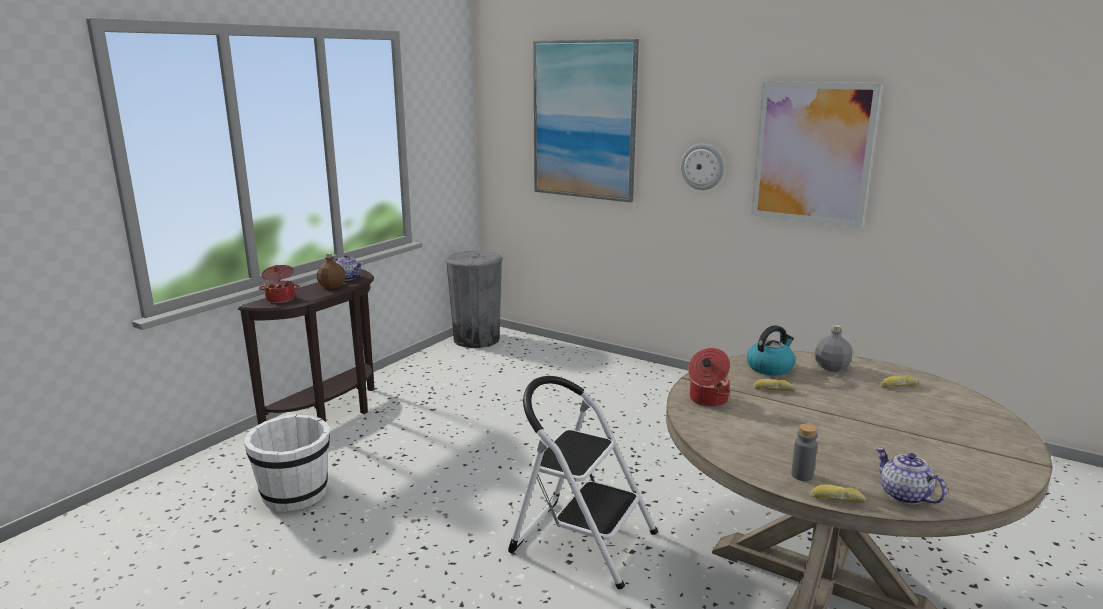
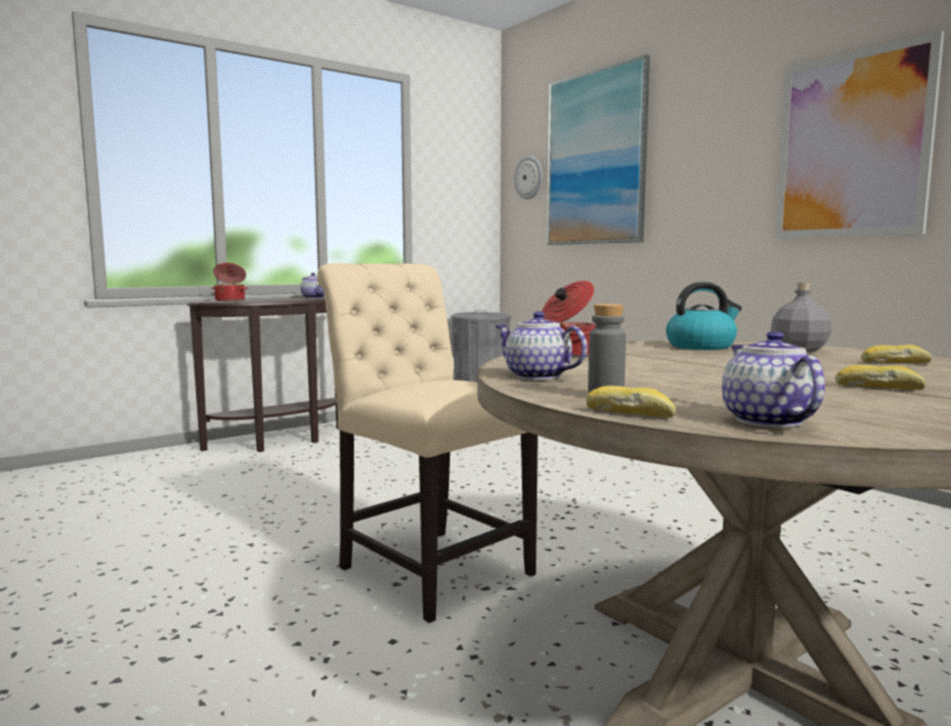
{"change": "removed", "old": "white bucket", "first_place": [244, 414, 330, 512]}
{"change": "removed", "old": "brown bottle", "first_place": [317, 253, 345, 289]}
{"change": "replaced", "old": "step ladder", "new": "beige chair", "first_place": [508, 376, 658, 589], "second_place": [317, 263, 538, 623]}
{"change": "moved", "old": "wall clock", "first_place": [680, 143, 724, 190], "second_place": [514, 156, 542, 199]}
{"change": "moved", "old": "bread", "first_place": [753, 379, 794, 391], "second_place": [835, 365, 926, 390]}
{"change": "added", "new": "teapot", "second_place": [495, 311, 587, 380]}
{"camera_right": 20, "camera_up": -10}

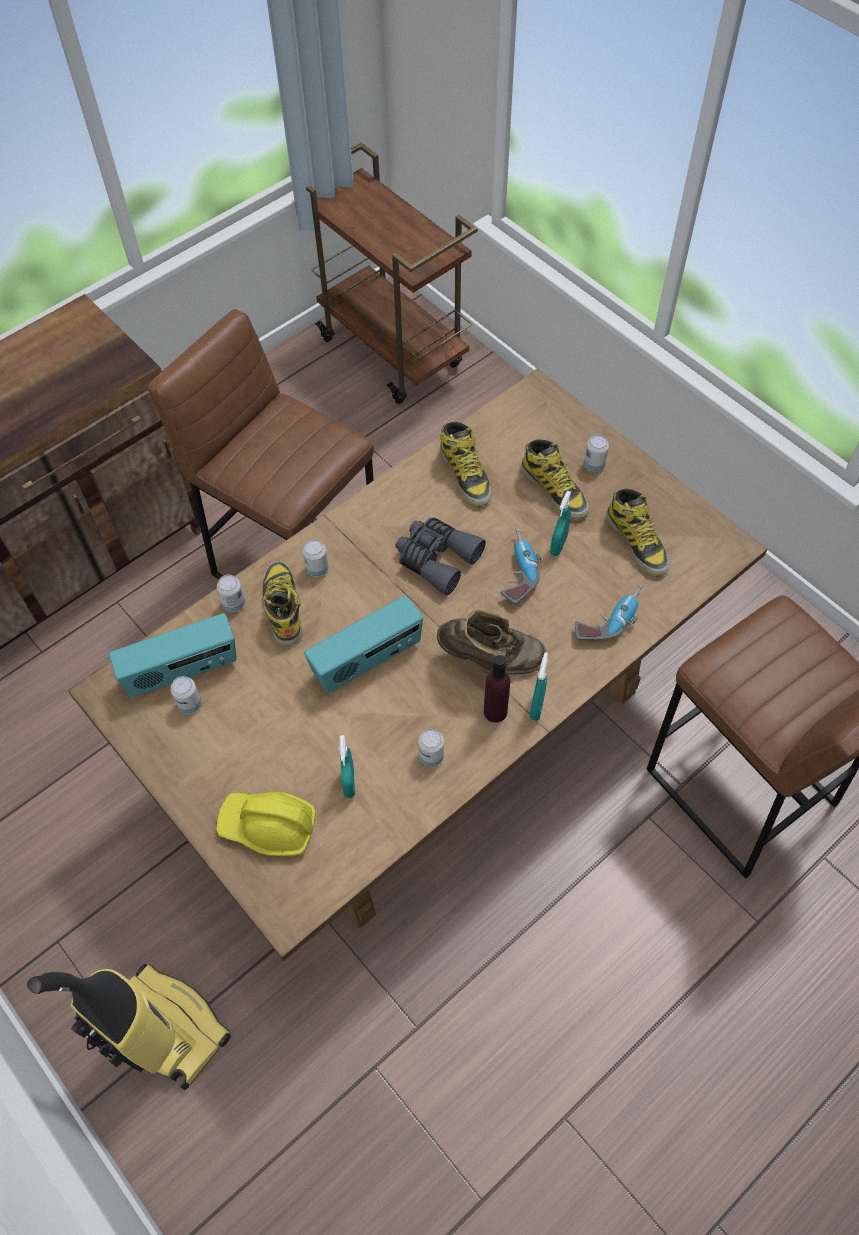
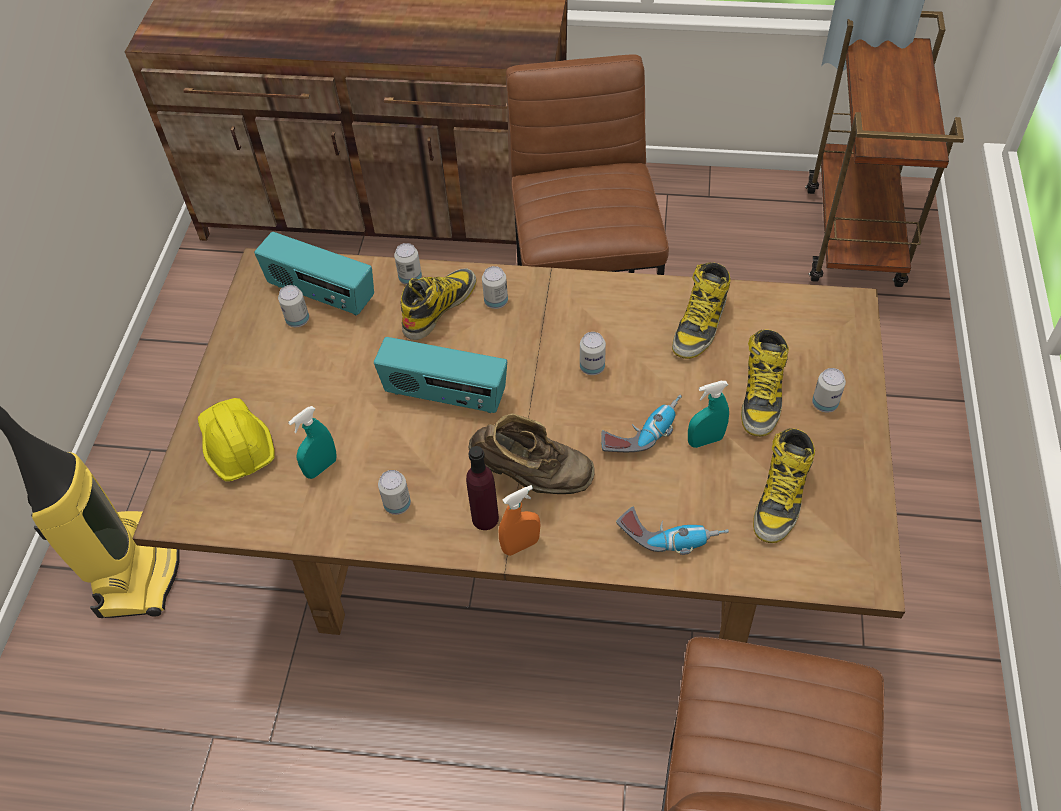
{"change": "replaced", "old": "grey binoculars", "new": "can", "first_place": [395, 518, 486, 596], "second_place": [580, 332, 606, 375]}
{"change": "turned", "old": "brown boot", "first_place": [437, 609, 546, 674], "second_place": [468, 413, 595, 494], "degrees": -45}
{"change": "recoloured", "old": "turquoise spray bottle", "new": "orange spray bottle", "first_place": [530, 652, 548, 721], "second_place": [499, 485, 541, 556]}
{"camera_right": 50, "camera_up": -5}

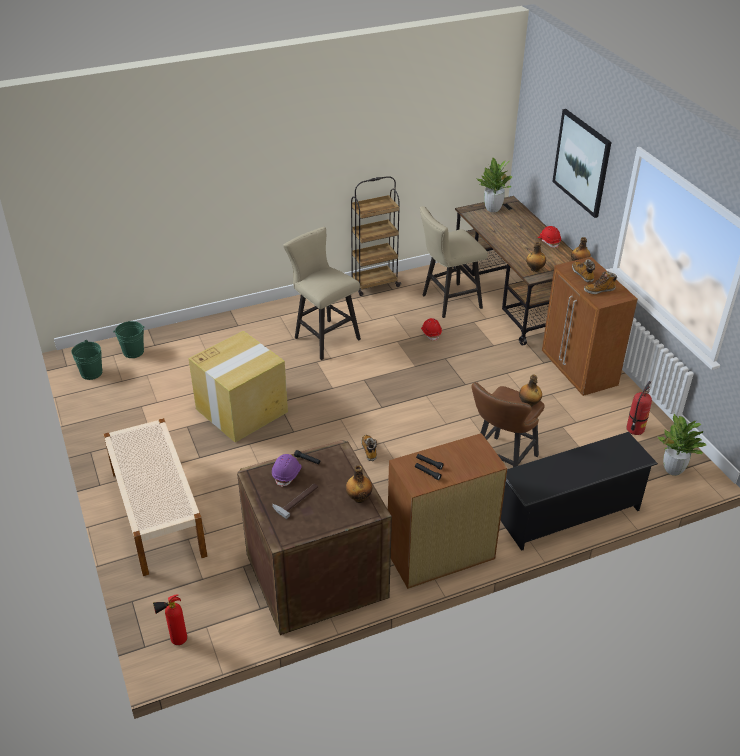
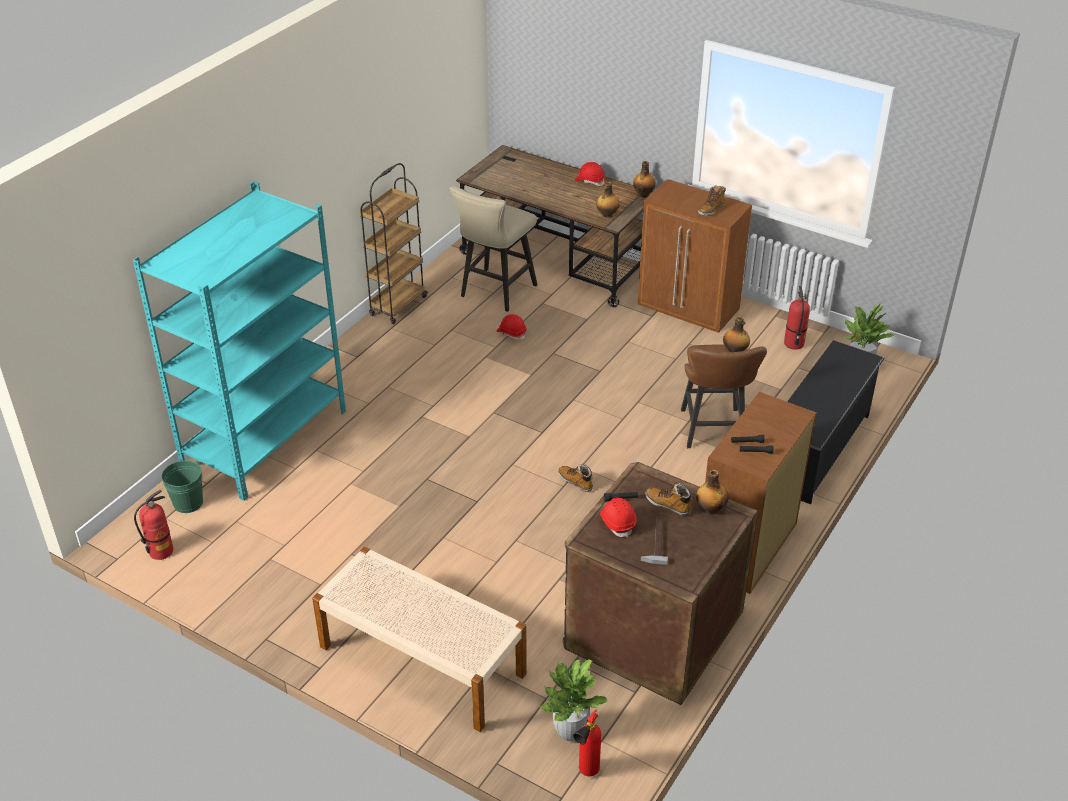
{"change": "replaced", "old": "green bucket", "new": "fire extinguisher", "first_place": [72, 340, 102, 380], "second_place": [134, 490, 173, 560]}
{"change": "removed", "old": "cardboard box", "first_place": [188, 331, 288, 442]}
{"change": "recoloured", "old": "purple hard hat", "new": "red hard hat", "first_place": [272, 454, 302, 487], "second_place": [600, 498, 636, 537]}
{"change": "removed", "old": "beige stool", "first_place": [283, 227, 361, 360]}
{"change": "moved", "old": "potted plant", "first_place": [477, 158, 512, 212], "second_place": [540, 660, 608, 741]}
{"change": "removed", "old": "picture", "first_place": [552, 109, 611, 218]}
{"change": "moved", "old": "boot", "first_place": [572, 259, 595, 283], "second_place": [645, 483, 693, 516]}
{"change": "added", "new": "turquoise bookcase", "second_place": [133, 181, 346, 501]}
{"camera_right": -35, "camera_up": 0}

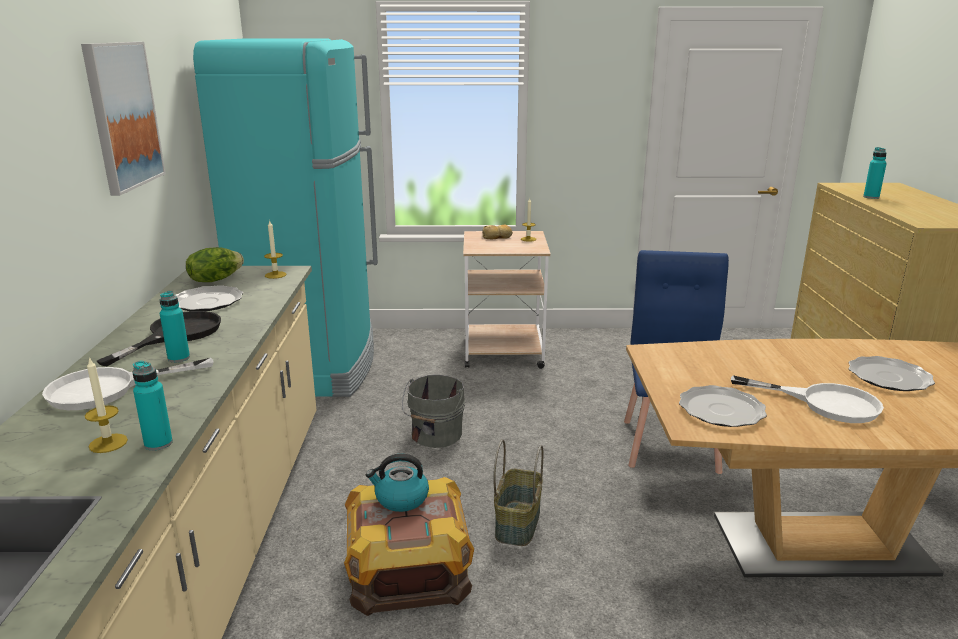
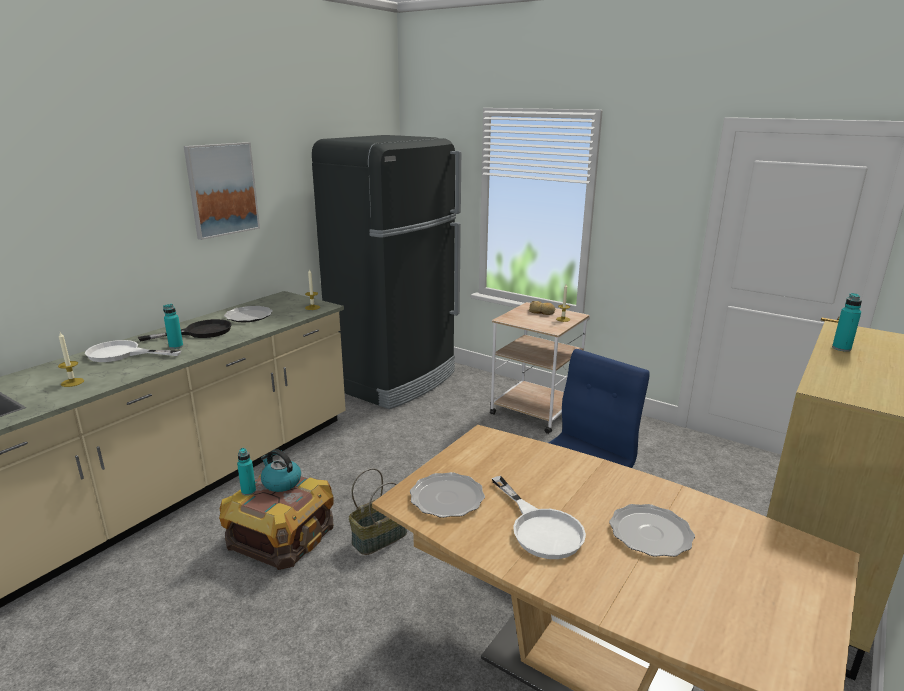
{"change": "moved", "old": "turquoise bottle", "first_place": [133, 361, 173, 451], "second_place": [237, 448, 256, 496]}
{"change": "removed", "old": "lettuce", "first_place": [186, 247, 244, 282]}
{"change": "recoloured", "old": "turquoise fridge", "new": "black fridge", "first_place": [193, 39, 378, 397], "second_place": [312, 135, 461, 409]}
{"change": "removed", "old": "grey bucket", "first_place": [402, 375, 465, 448]}
{"camera_right": 35, "camera_up": 0}

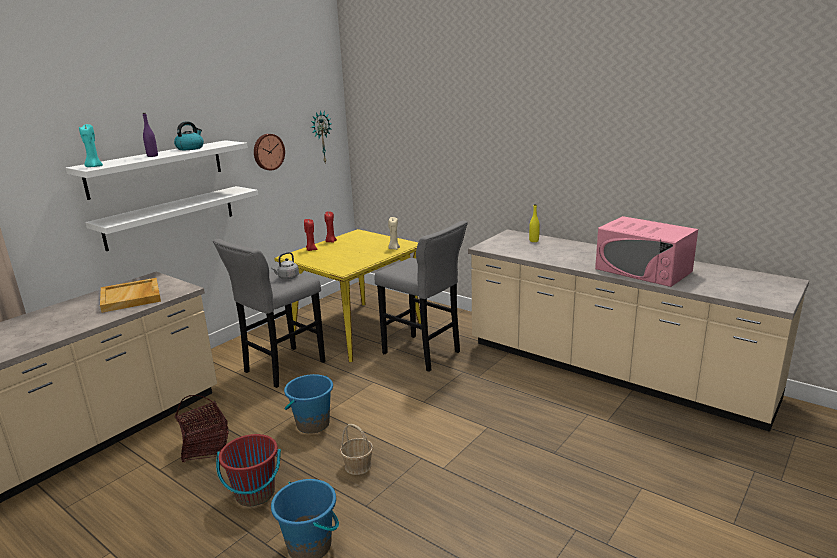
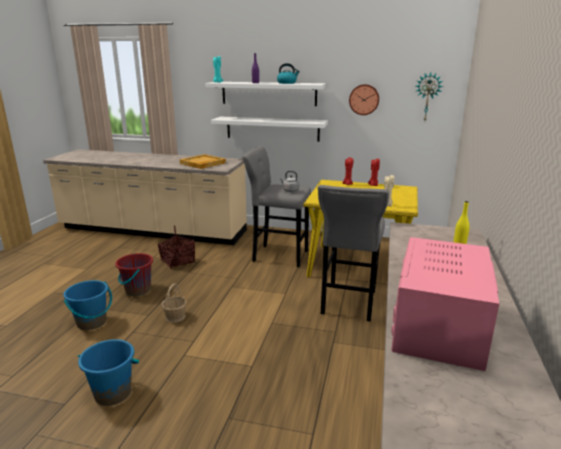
{"change": "moved", "old": "blue bucket", "first_place": [284, 374, 333, 434], "second_place": [78, 339, 139, 406]}
{"camera_right": 65, "camera_up": 0}

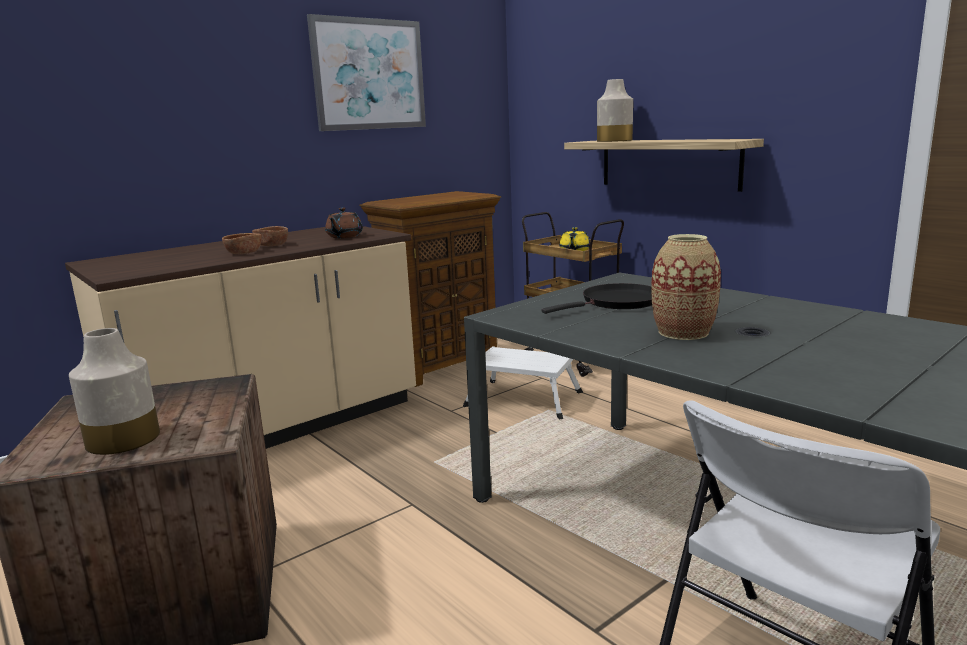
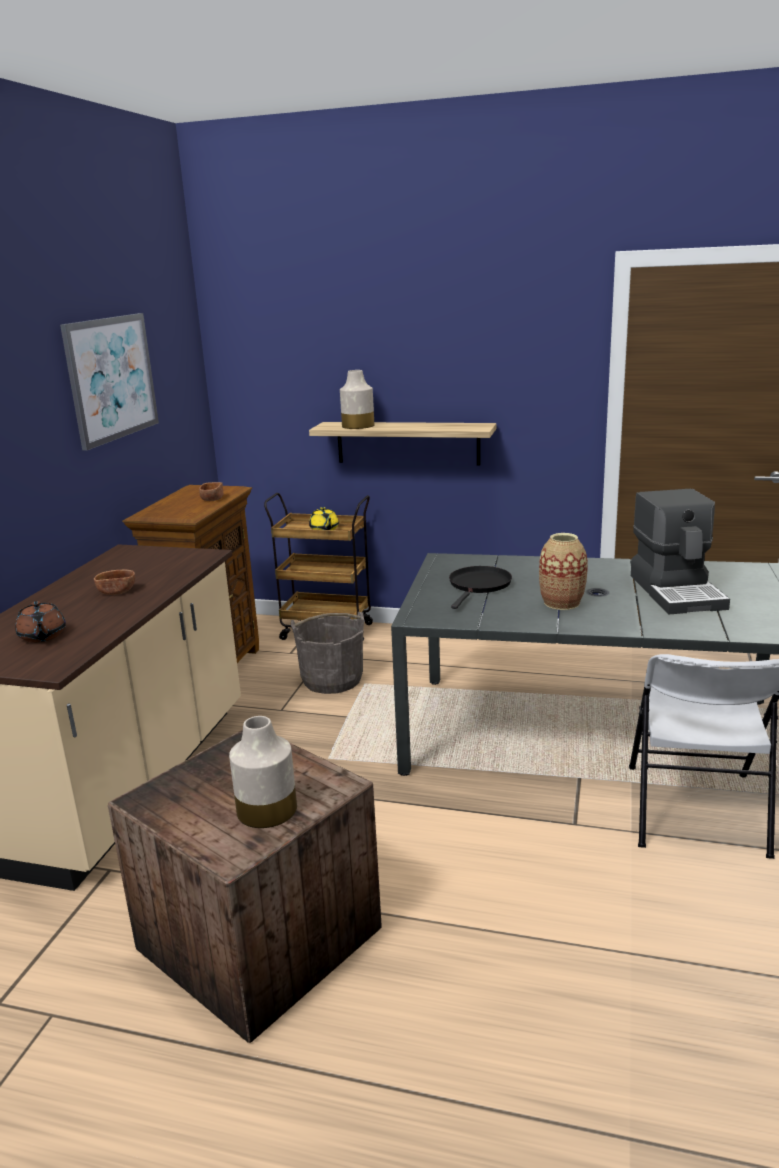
{"change": "moved", "old": "brown bowl", "first_place": [222, 233, 262, 254], "second_place": [199, 482, 223, 501]}
{"change": "moved", "old": "brown teapot", "first_place": [325, 208, 363, 238], "second_place": [15, 601, 66, 642]}
{"change": "replaced", "old": "white step ladder", "new": "grey bucket", "first_place": [463, 346, 583, 419], "second_place": [291, 612, 364, 694]}
{"change": "added", "new": "coffee machine", "second_place": [631, 489, 730, 614]}
{"camera_right": -35, "camera_up": 5}

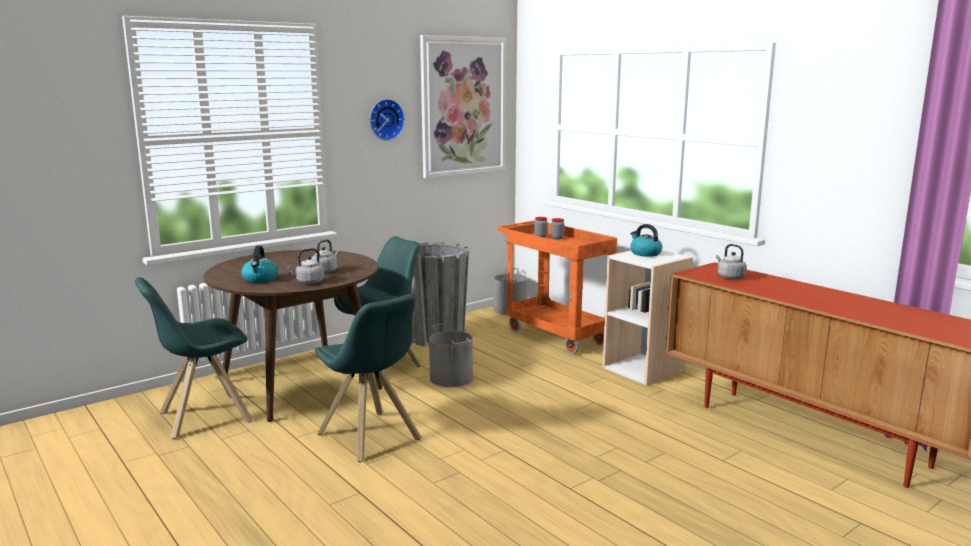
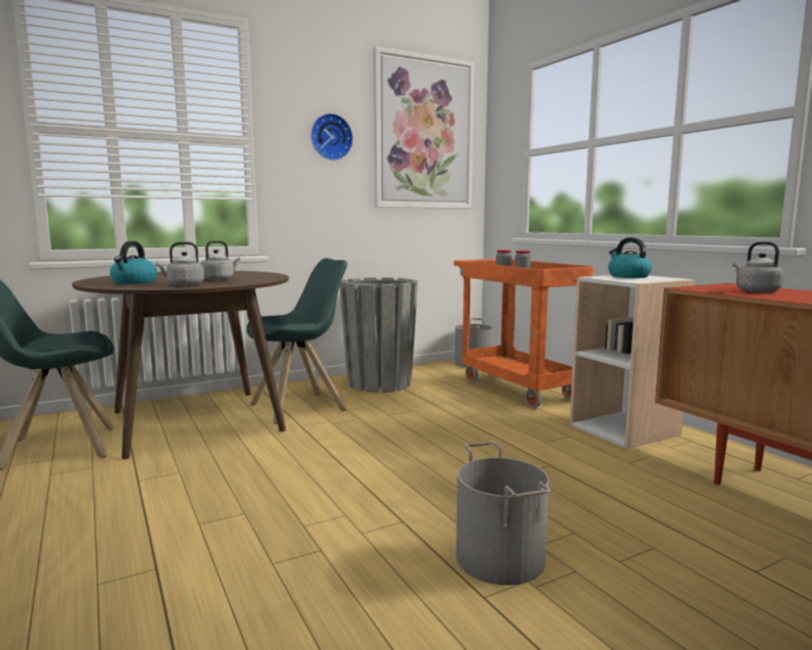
{"change": "removed", "old": "turquoise chair", "first_place": [315, 294, 421, 462]}
{"change": "moved", "old": "grey bucket", "first_place": [429, 323, 473, 387], "second_place": [456, 442, 550, 585]}
{"camera_right": 10, "camera_up": -5}

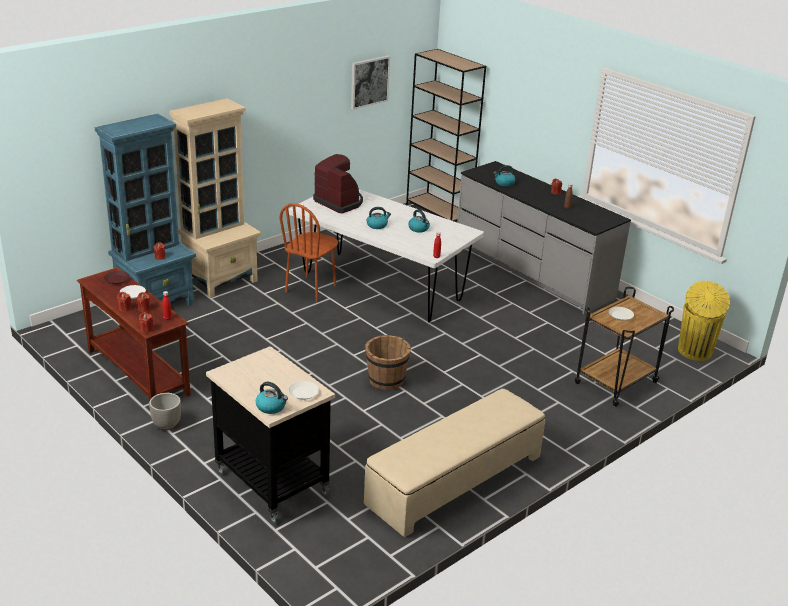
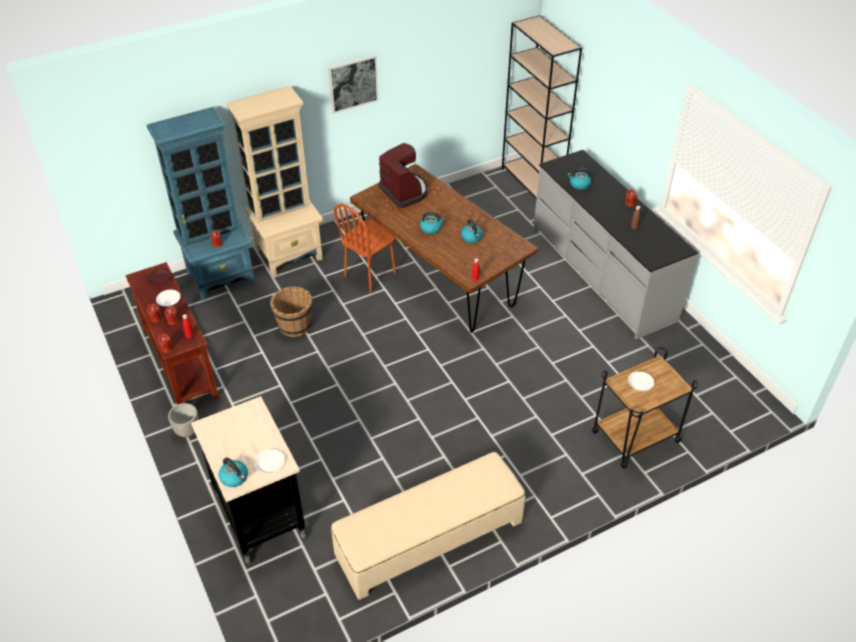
{"change": "recoloured", "old": "white dining table", "new": "brown dining table", "first_place": [288, 189, 484, 323], "second_place": [350, 164, 538, 333]}
{"change": "moved", "old": "picture", "first_place": [351, 56, 390, 110], "second_place": [328, 54, 379, 114]}
{"change": "moved", "old": "brown bucket", "first_place": [365, 335, 411, 390], "second_place": [270, 286, 312, 337]}
{"change": "removed", "old": "yellow trash can", "first_place": [678, 281, 730, 361]}
{"camera_right": 15, "camera_up": 15}

